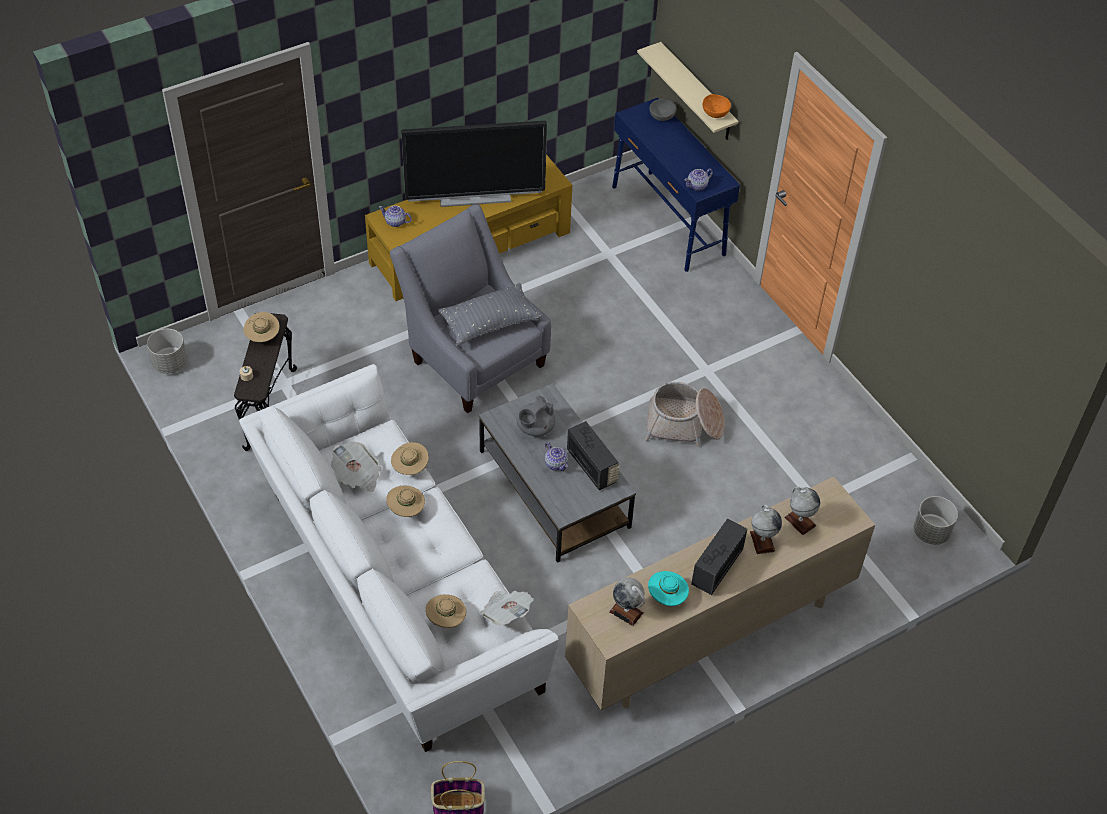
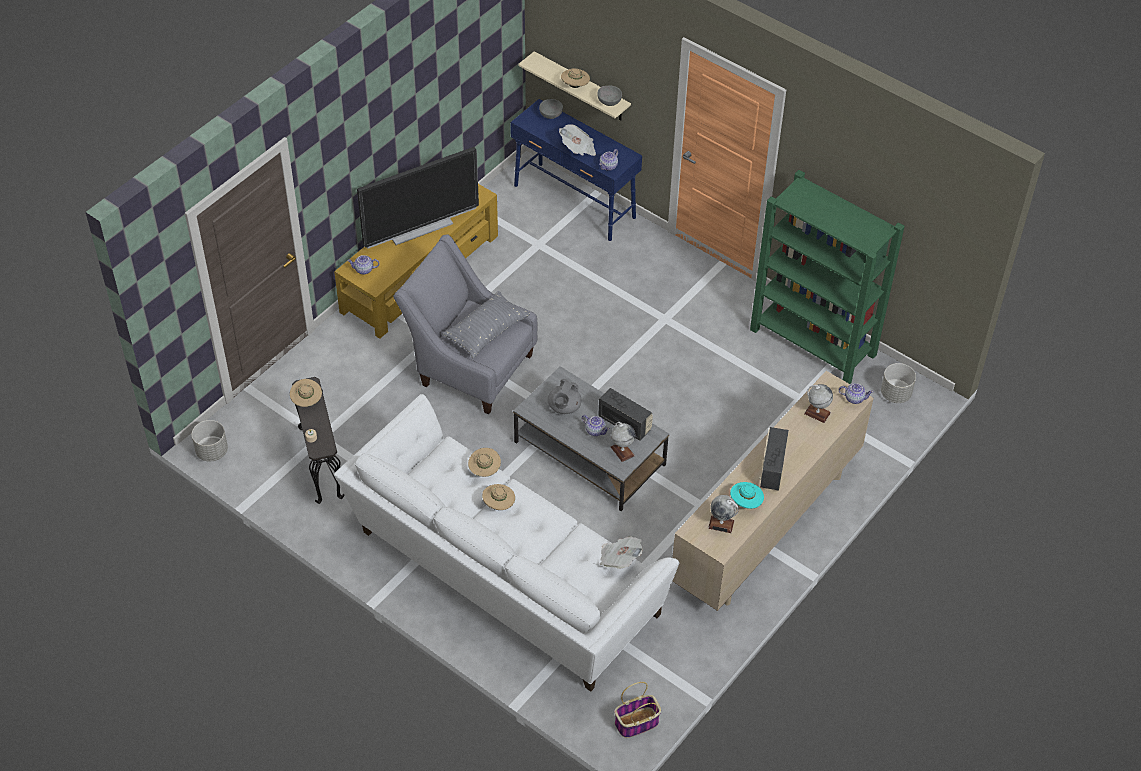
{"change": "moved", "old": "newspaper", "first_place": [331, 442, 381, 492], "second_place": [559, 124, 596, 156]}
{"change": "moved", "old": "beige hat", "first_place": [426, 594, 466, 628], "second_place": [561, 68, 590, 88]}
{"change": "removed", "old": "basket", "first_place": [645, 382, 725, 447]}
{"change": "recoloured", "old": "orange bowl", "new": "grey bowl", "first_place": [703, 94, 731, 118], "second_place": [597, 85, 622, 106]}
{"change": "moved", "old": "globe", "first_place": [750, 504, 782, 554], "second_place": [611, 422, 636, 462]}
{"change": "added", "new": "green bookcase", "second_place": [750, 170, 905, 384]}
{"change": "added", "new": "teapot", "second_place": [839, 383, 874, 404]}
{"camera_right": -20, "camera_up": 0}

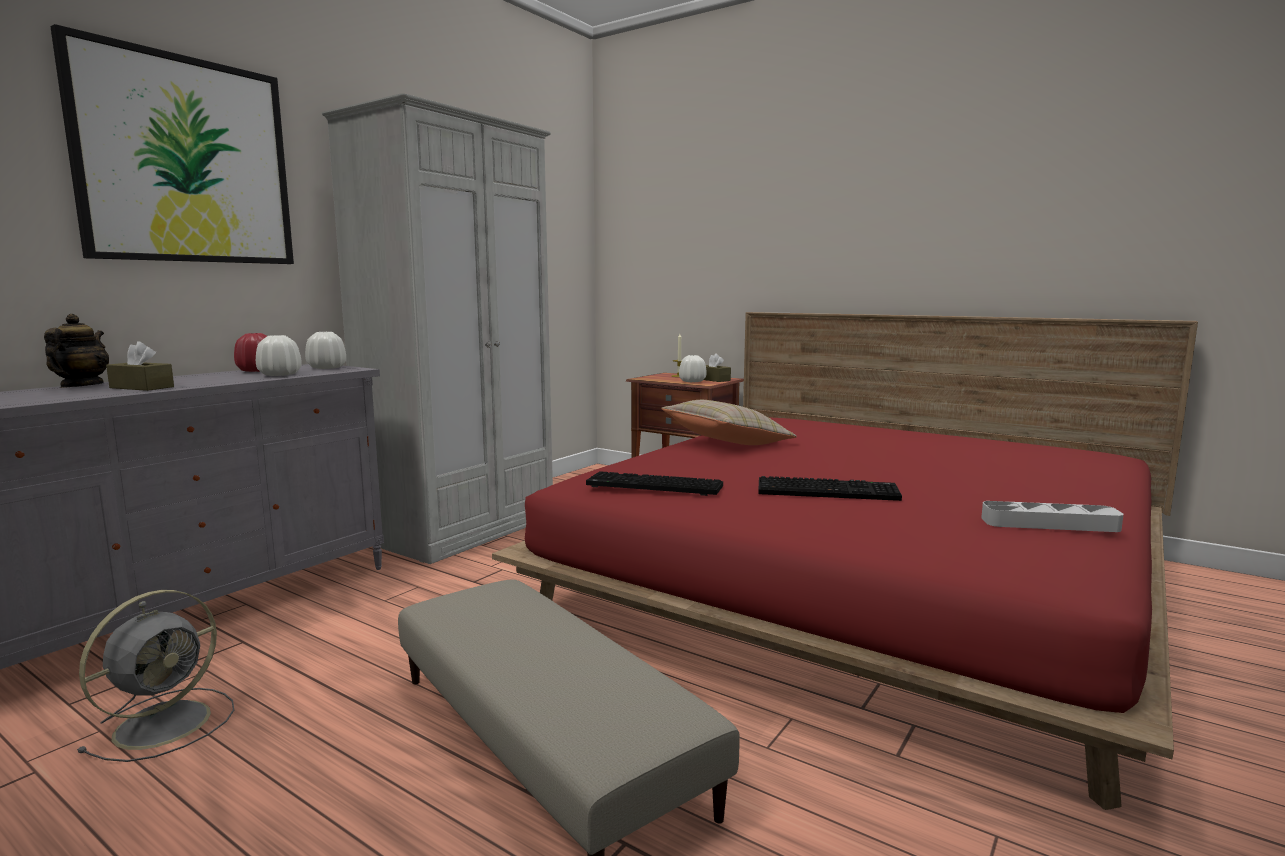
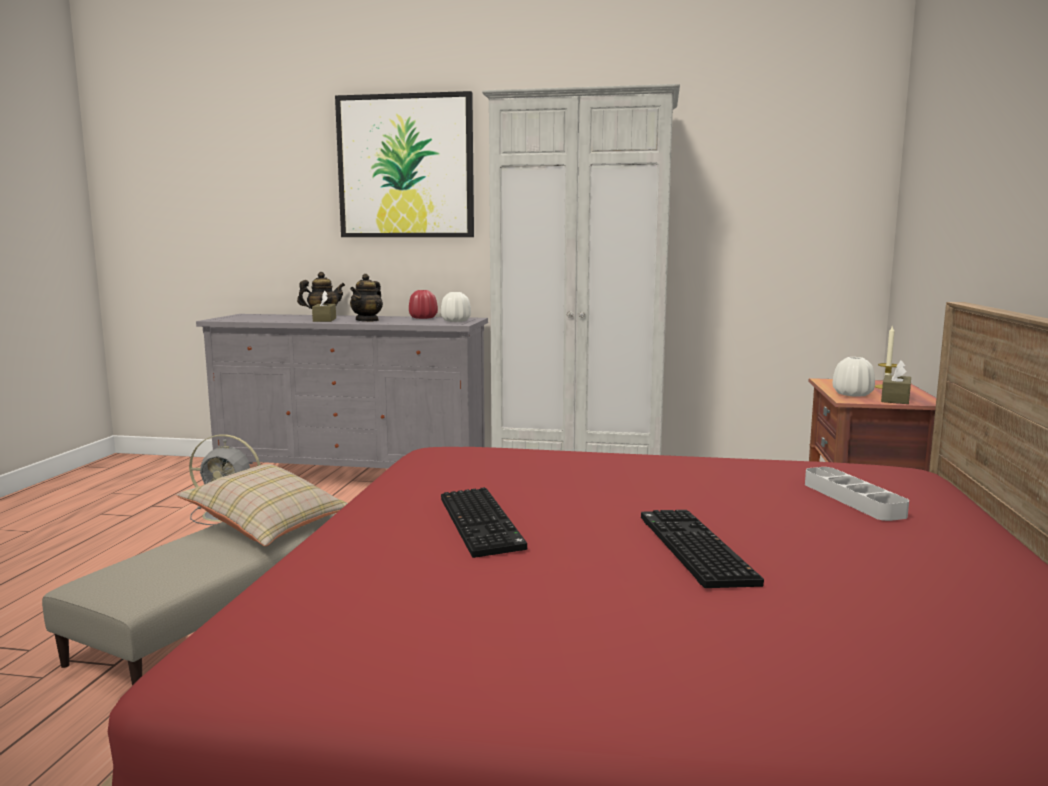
{"change": "removed", "old": "white vase", "first_place": [256, 335, 302, 376]}
{"change": "moved", "old": "keyboard", "first_place": [586, 471, 723, 496], "second_place": [641, 510, 764, 588]}
{"change": "moved", "old": "beige pillow", "first_place": [661, 400, 797, 445], "second_place": [176, 464, 348, 546]}
{"change": "moved", "old": "grey tray", "first_place": [981, 501, 1124, 532], "second_place": [805, 467, 909, 521]}
{"change": "added", "new": "teapot", "second_place": [350, 274, 383, 322]}
{"camera_right": 65, "camera_up": 0}

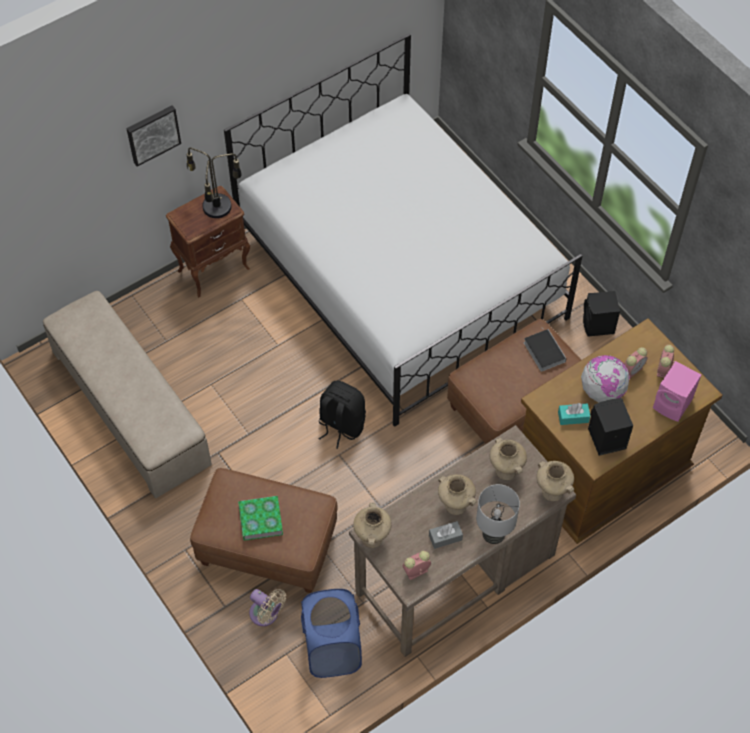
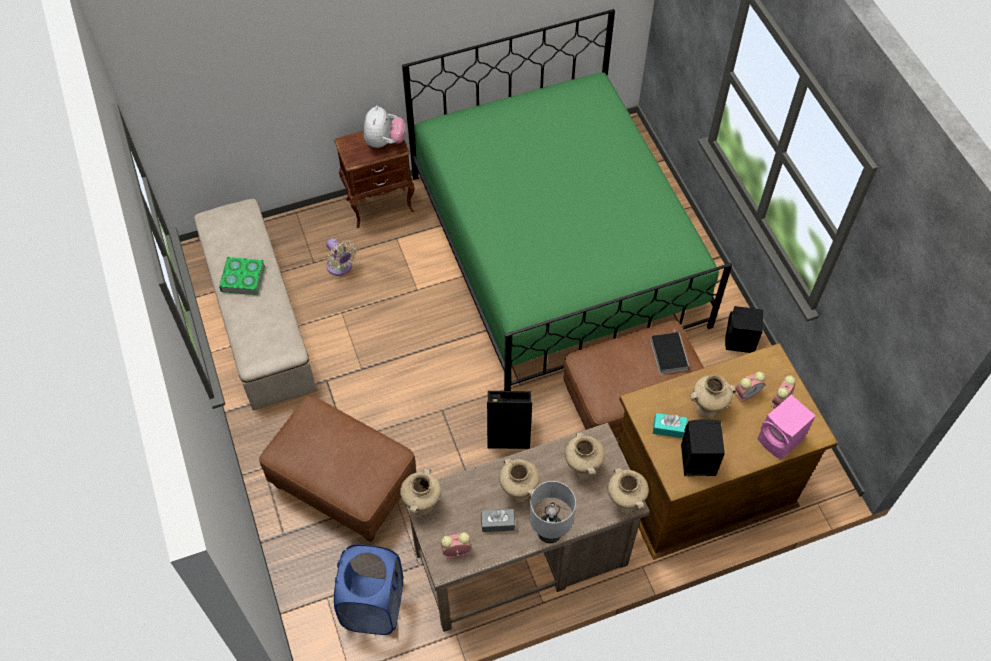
{"change": "removed", "old": "picture", "first_place": [126, 106, 181, 167]}
{"change": "replaced", "old": "table lamp", "new": "plush toy", "first_place": [187, 148, 241, 218], "second_place": [364, 105, 405, 148]}
{"change": "recoloured", "old": "white bed", "new": "green bed", "first_place": [224, 33, 582, 427], "second_place": [402, 9, 732, 391]}
{"change": "moved", "old": "book", "first_place": [238, 496, 283, 541], "second_place": [219, 257, 265, 295]}
{"change": "moved", "old": "beige fan", "first_place": [249, 589, 286, 626], "second_place": [326, 238, 357, 276]}
{"change": "removed", "old": "black backpack", "first_place": [318, 381, 366, 449]}
{"change": "replaced", "old": "globe", "new": "beige vase", "first_place": [581, 355, 630, 402], "second_place": [690, 375, 736, 419]}
{"change": "added", "new": "black storage box", "second_place": [487, 391, 532, 449]}
{"camera_right": 15, "camera_up": 0}

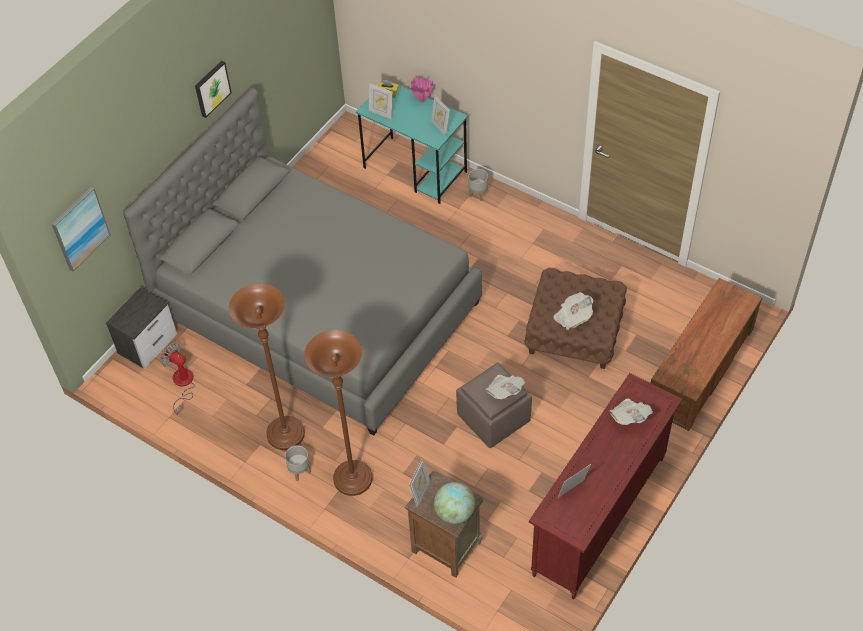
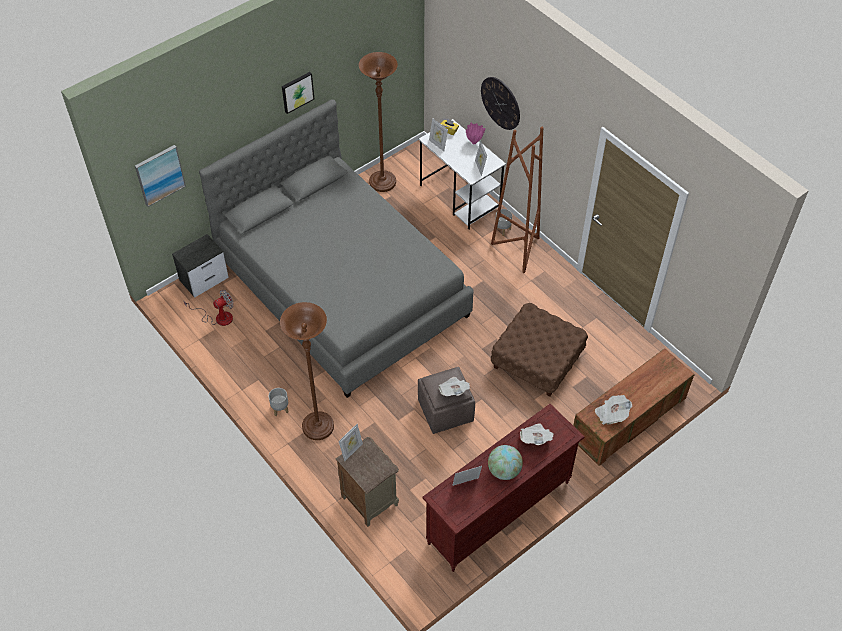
{"change": "turned", "old": "fan", "first_place": [161, 343, 195, 415], "second_place": [183, 290, 234, 326], "degrees": 90}
{"change": "moved", "old": "brown floor lamp", "first_place": [229, 283, 305, 450], "second_place": [359, 52, 398, 192]}
{"change": "recoloured", "old": "turquoise desk", "new": "white desk", "first_place": [356, 80, 468, 204], "second_place": [418, 119, 506, 230]}
{"change": "moved", "old": "globe", "first_place": [434, 482, 475, 524], "second_place": [488, 445, 523, 480]}
{"change": "moved", "old": "newspaper", "first_place": [553, 292, 594, 330], "second_place": [595, 395, 632, 425]}
{"change": "added", "new": "wall clock", "second_place": [481, 77, 520, 130]}
{"change": "added", "new": "brown clothes rack", "second_place": [491, 127, 543, 273]}
{"camera_right": 15, "camera_up": 0}

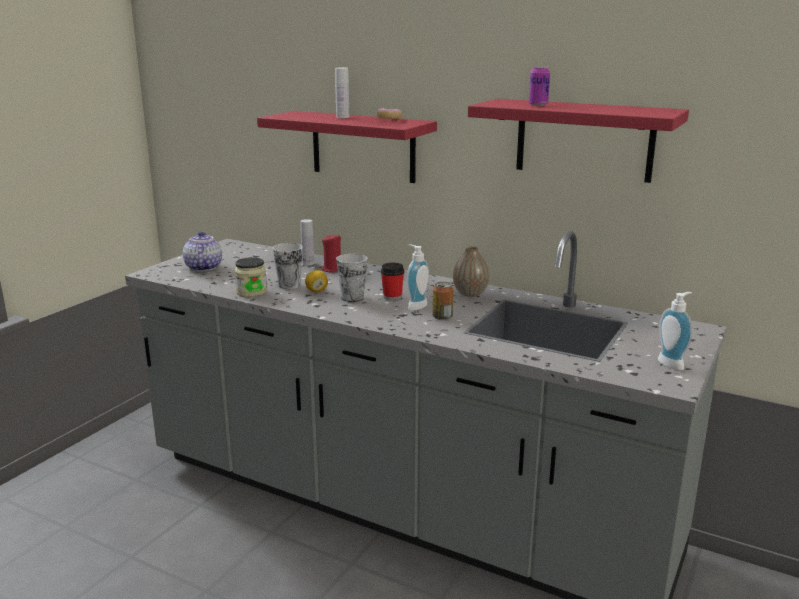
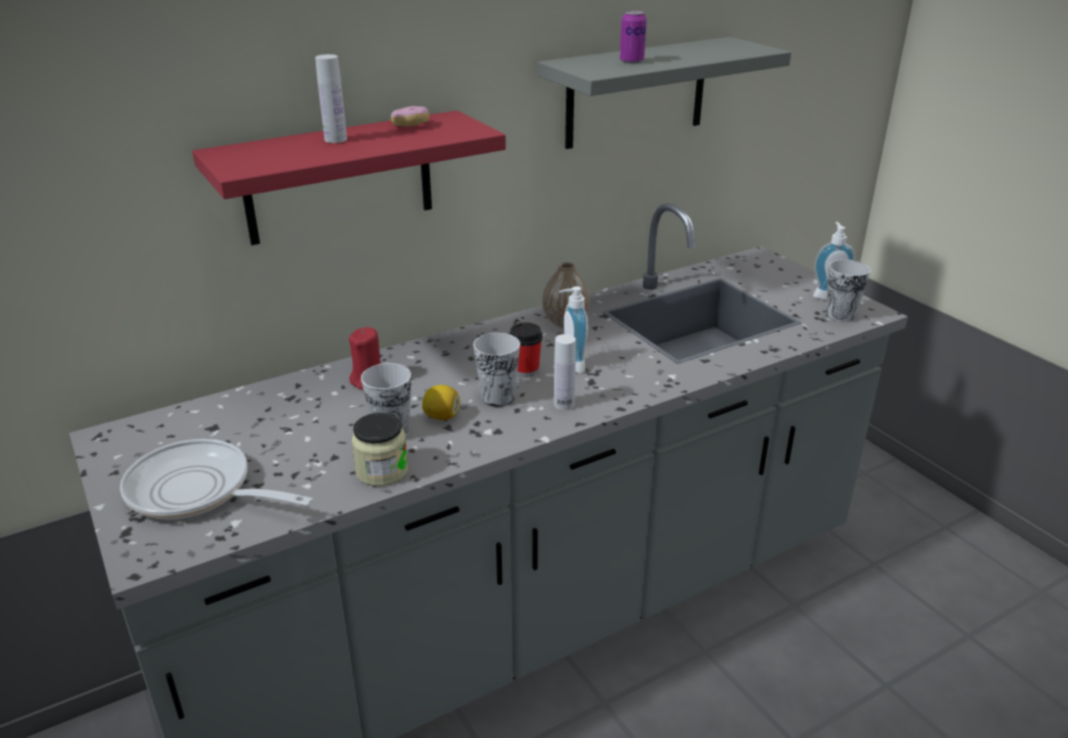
{"change": "replaced", "old": "teapot", "new": "frying pan", "first_place": [183, 231, 222, 272], "second_place": [120, 439, 314, 520]}
{"change": "moved", "old": "white bottle", "first_place": [300, 219, 314, 265], "second_place": [554, 334, 576, 410]}
{"change": "removed", "old": "can", "first_place": [432, 282, 453, 320]}
{"change": "recoloured", "old": "red shelf", "new": "grey shelf", "first_place": [468, 99, 689, 183], "second_place": [538, 37, 791, 149]}
{"change": "added", "new": "cup", "second_place": [826, 259, 871, 322]}
{"camera_right": -60, "camera_up": 10}

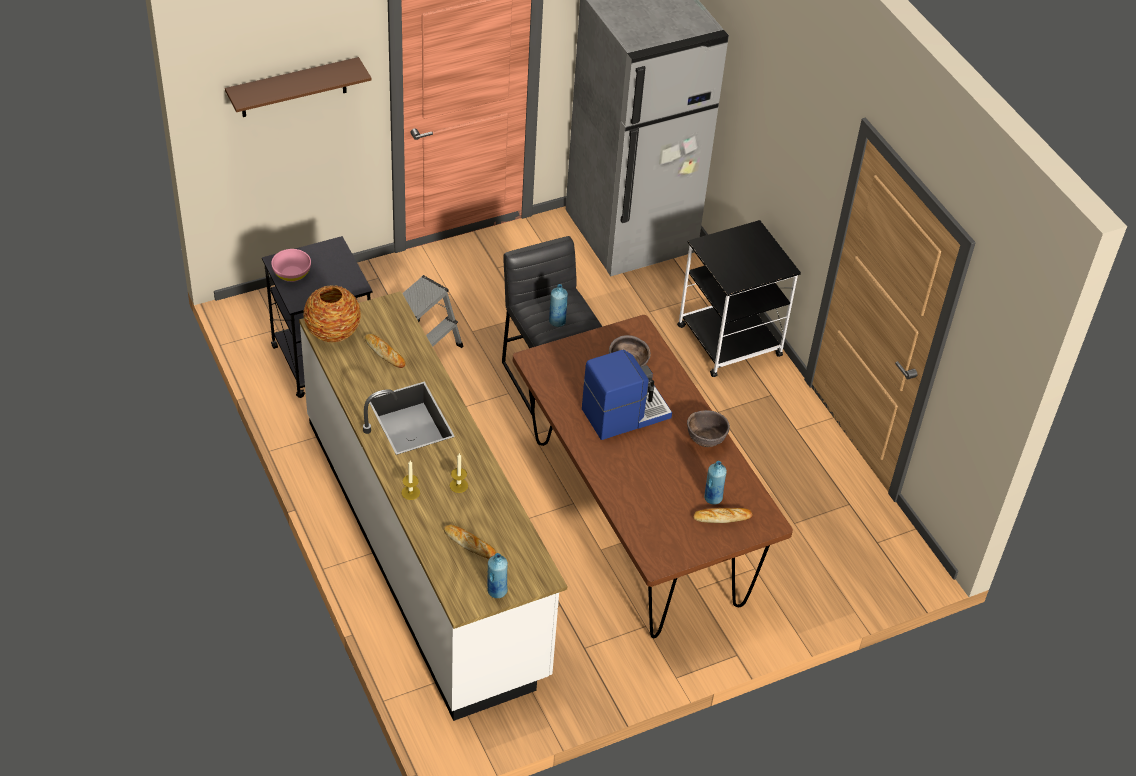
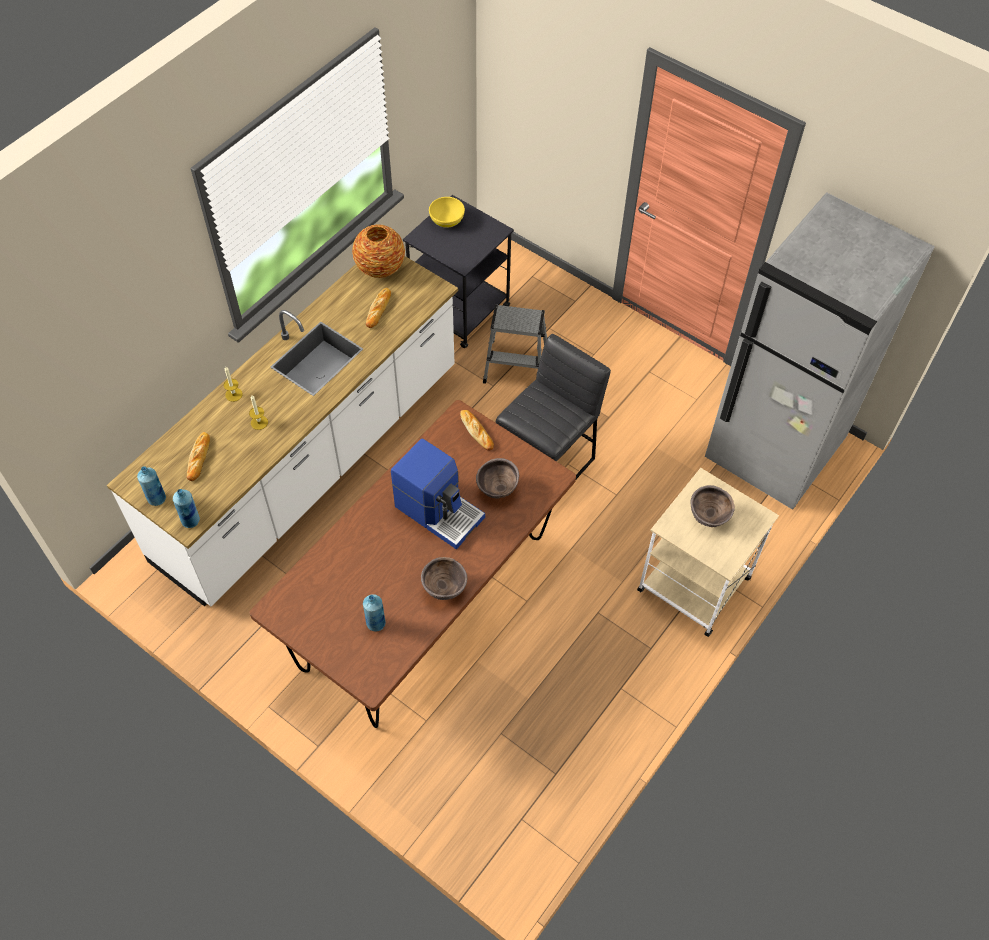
{"change": "removed", "old": "brown shelf", "first_place": [225, 57, 371, 117]}
{"change": "recoloured", "old": "pink bowl", "new": "yellow bowl", "first_place": [271, 249, 311, 282], "second_place": [429, 197, 465, 228]}
{"change": "moved", "old": "blue bottle", "first_place": [549, 284, 568, 327], "second_place": [173, 489, 200, 528]}
{"change": "recoloured", "old": "black cart", "new": "beige cart", "first_place": [677, 220, 801, 377], "second_place": [637, 468, 779, 637]}
{"change": "moved", "old": "bread", "first_place": [693, 508, 753, 523], "second_place": [460, 410, 494, 451]}
{"change": "added", "new": "brown bowl", "second_place": [690, 485, 735, 527]}
{"camera_right": 65, "camera_up": 10}

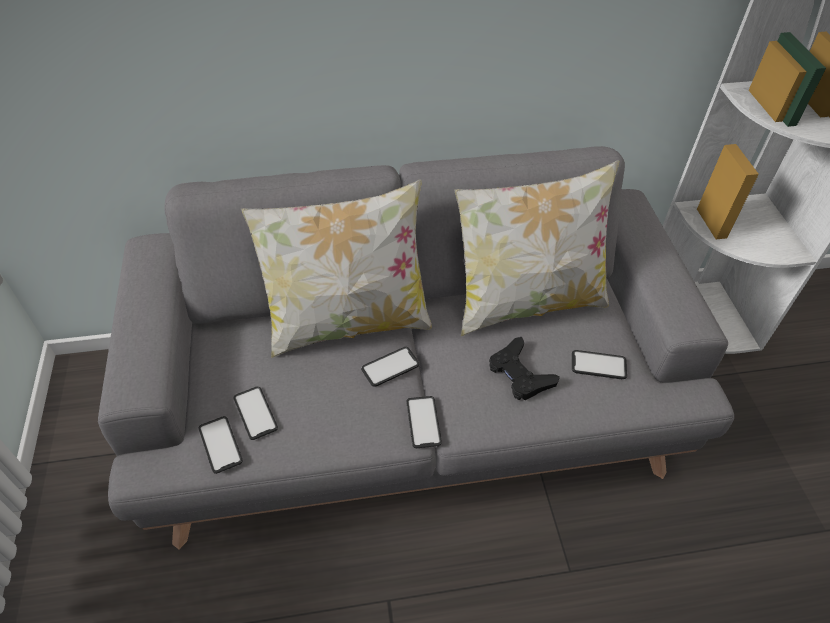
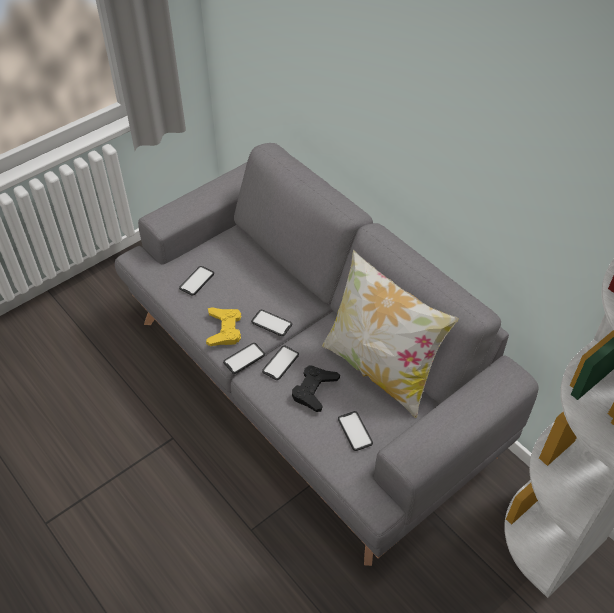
{"change": "moved", "old": "phone", "first_place": [199, 416, 243, 474], "second_place": [262, 345, 299, 380]}
{"change": "removed", "old": "pillow", "first_place": [241, 179, 432, 358]}
{"change": "added", "new": "yellow game controller", "second_place": [206, 307, 241, 346]}
{"camera_right": 60, "camera_up": 0}

